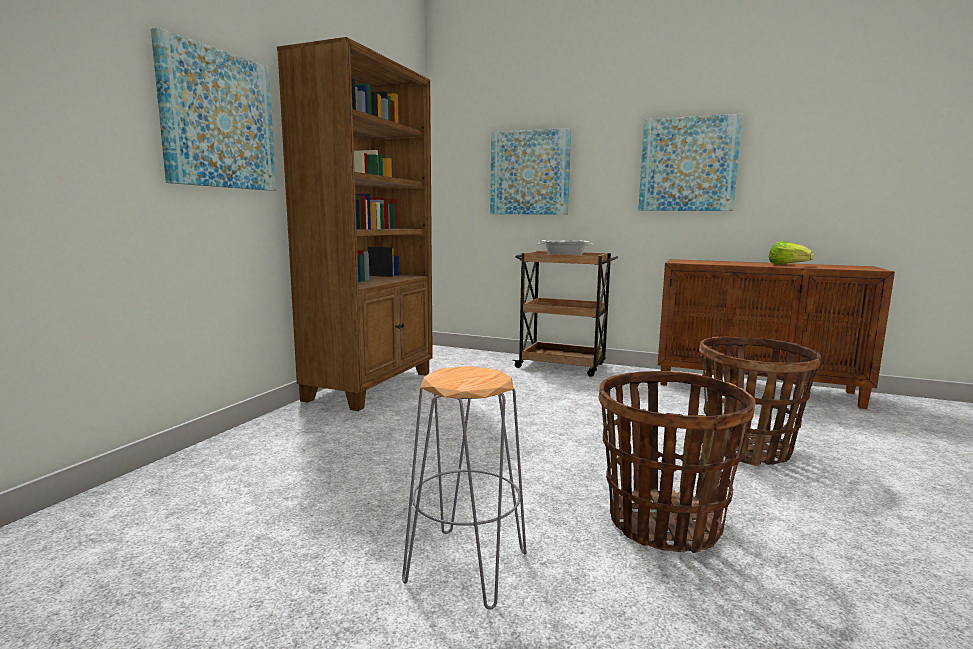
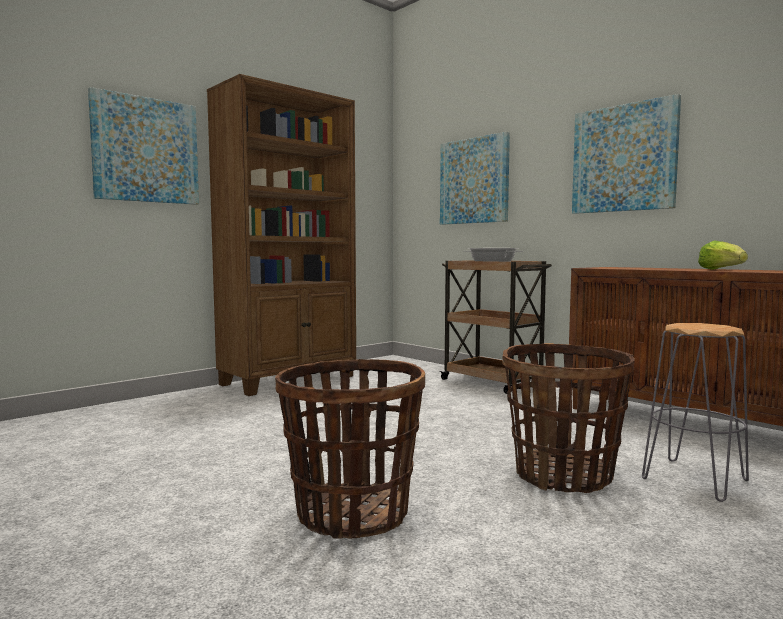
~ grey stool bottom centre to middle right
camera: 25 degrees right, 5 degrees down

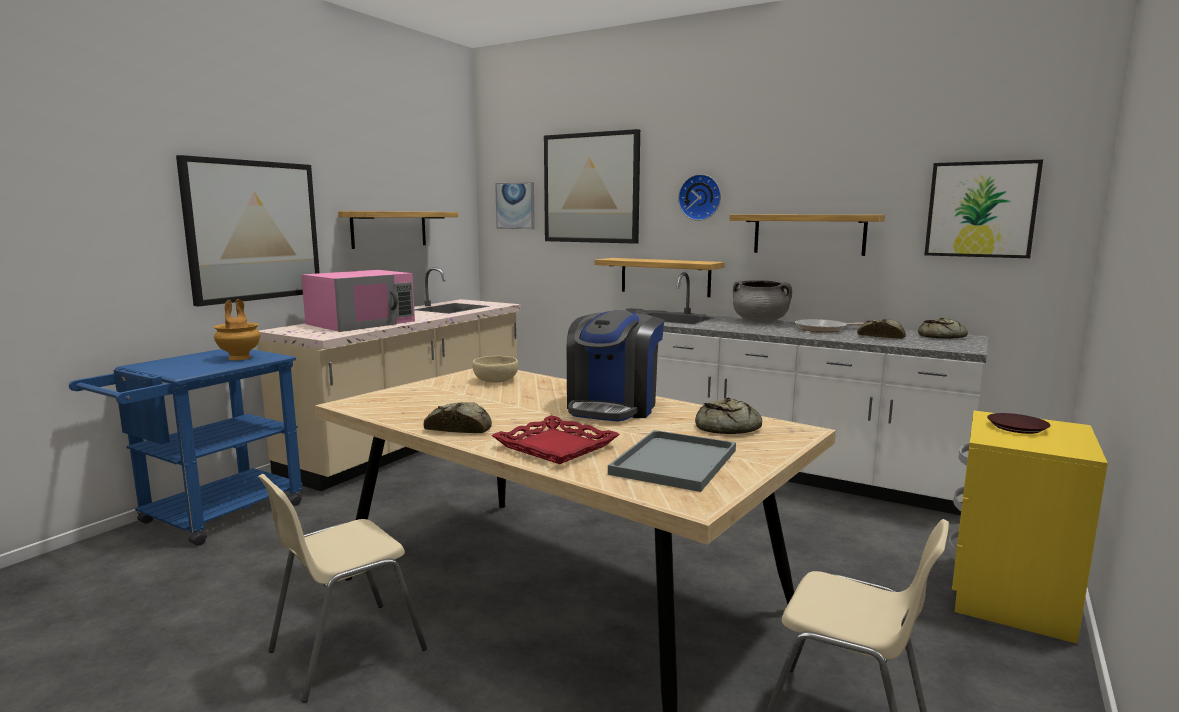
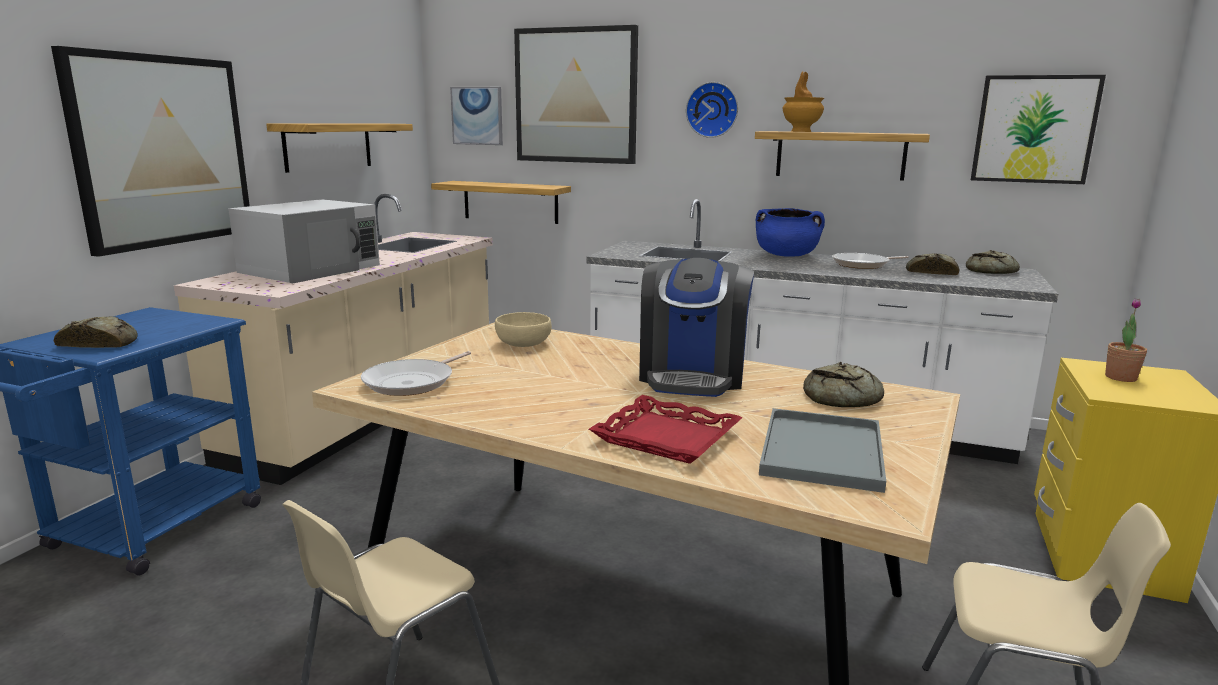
~ bread (no. 1 from left) centre to middle left
~ pink microwave middle left to white microwave middle left
+ frying pan (no. 1 from left) centre
~ shelf (no. 2 from left) centre to top centre
~ grey cooking pot centre to blue cooking pot centre
~ brown vase middle left to top centre
~ brown plate middle right to potted plant middle right
camera: 10 degrees left, 5 degrees up

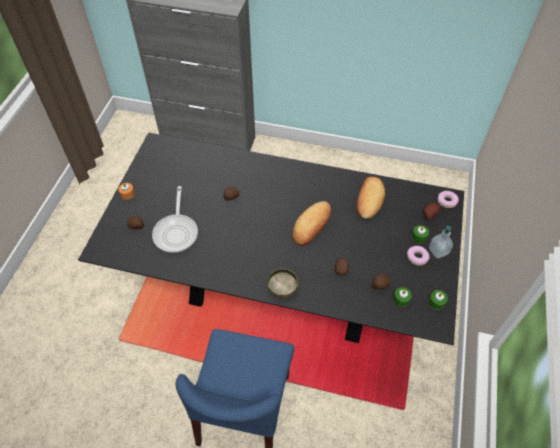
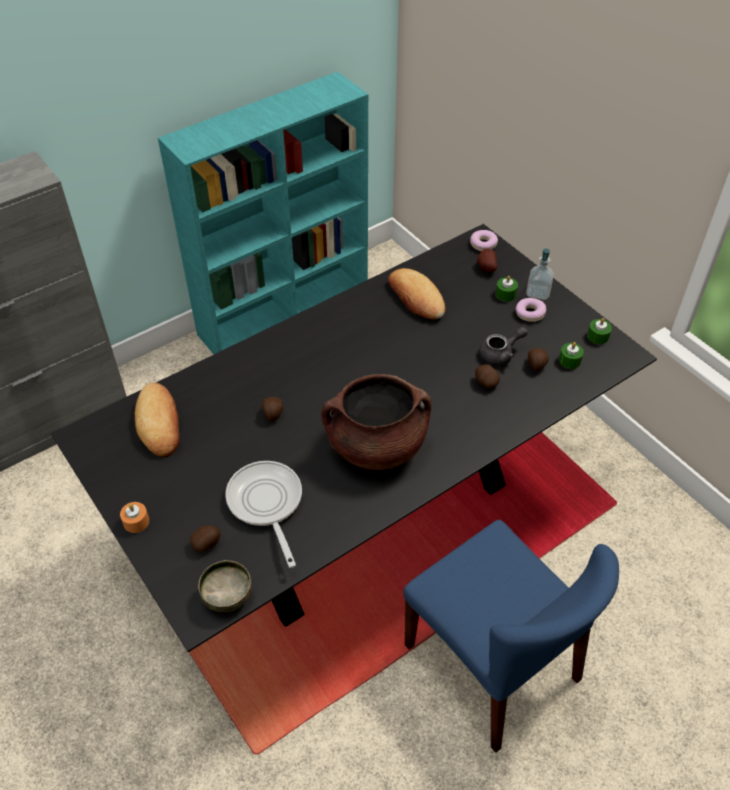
~ bread (no. 1 from left) centre to middle left
+ turquoise bookcase top centre
~ bowl centre to bottom left
~ frying pan middle left = centre 150 degrees counterclockwise
+ brown cooking pot centre
+ grey teapot middle right
camera: 50 degrees left, 5 degrees down

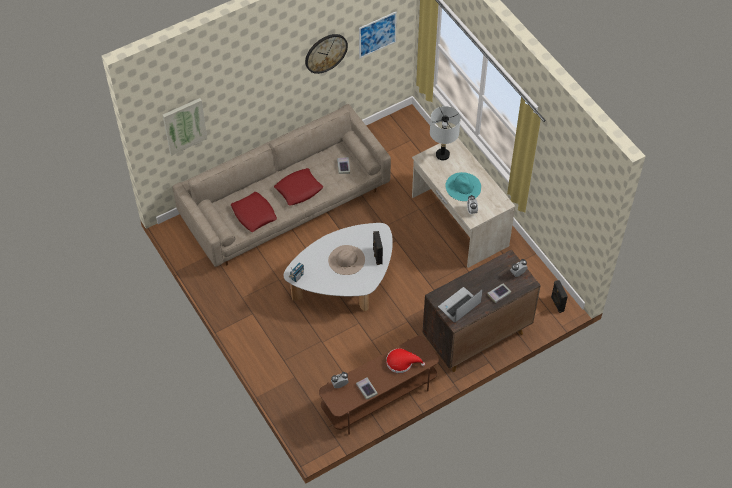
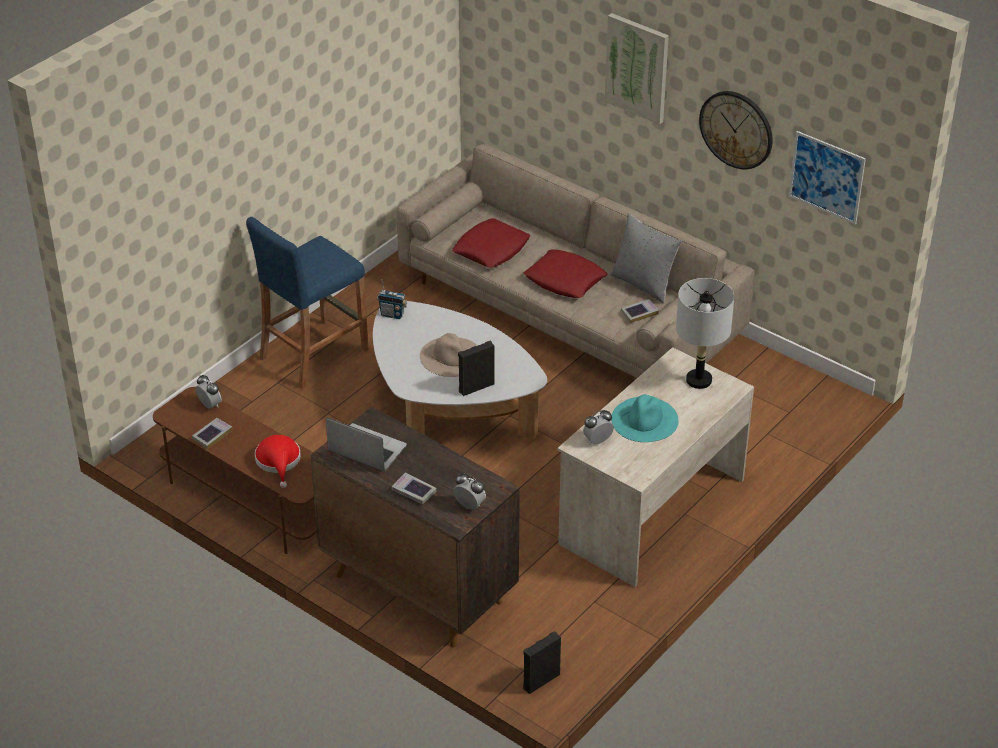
+ blue stool middle left
~ picture (no. 1 from left) top left to top centre
+ grey pillow centre
camera: 70 degrees right, 15 degrees down

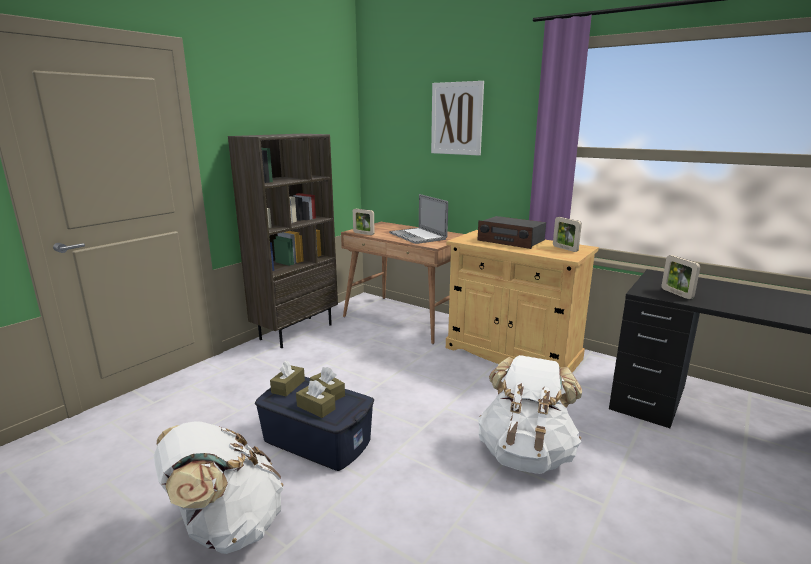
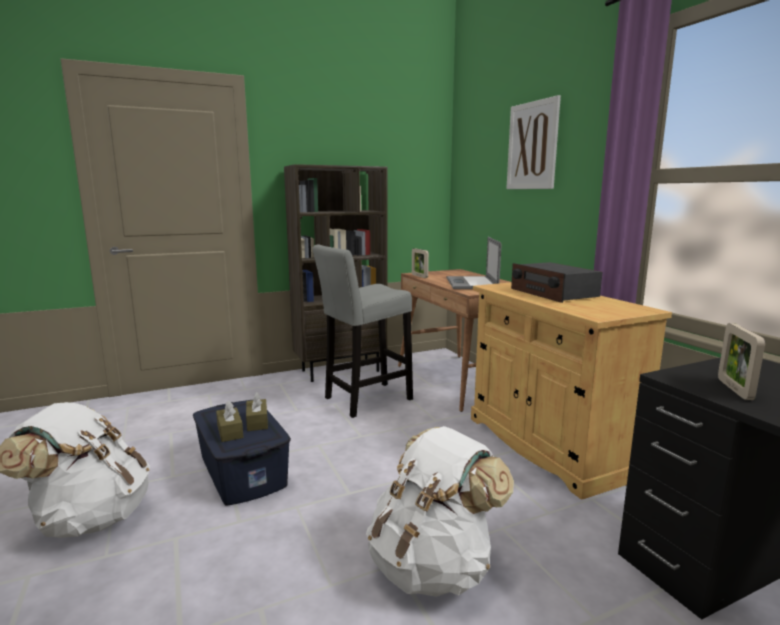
+ grey stool centre
- brown tissue box (no. 1 from left) bottom centre
- picture frame (no. 2 from left) middle right
camera: 30 degrees right, 5 degrees down

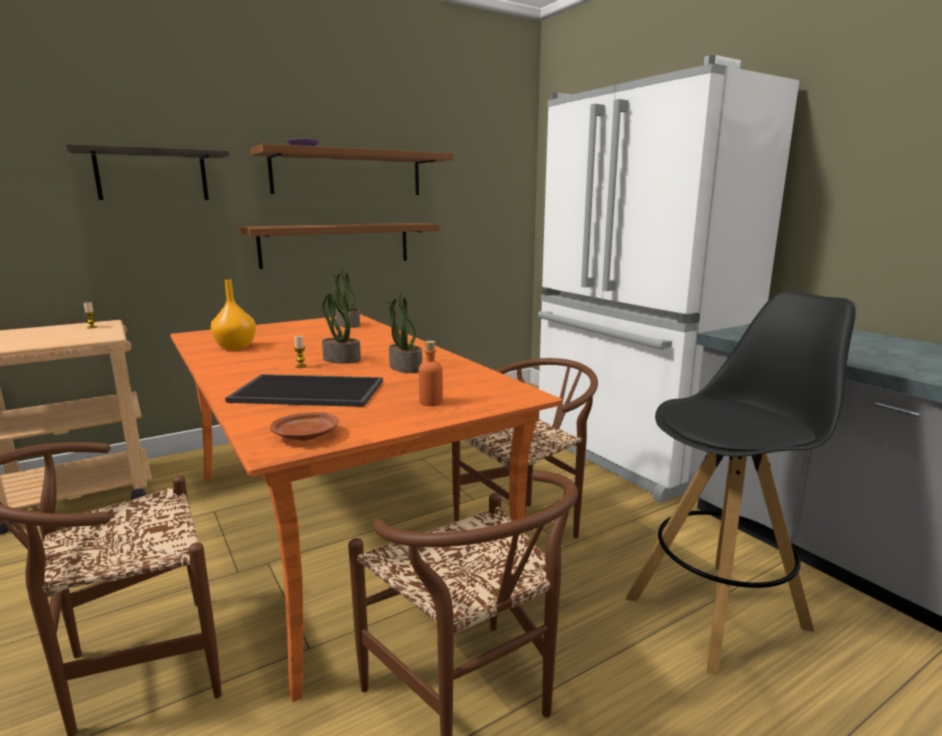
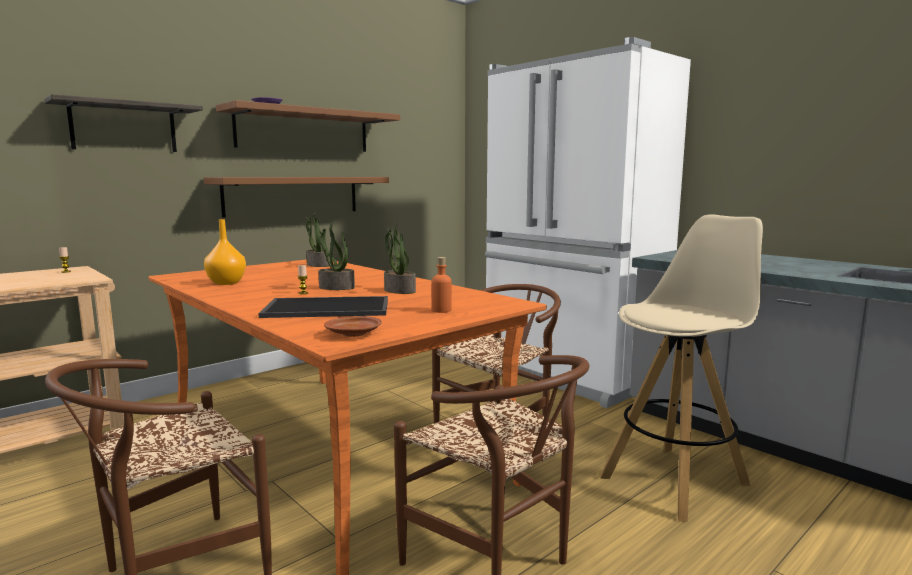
~ black stool middle right to beige stool middle right
camera: 10 degrees left, 5 degrees down

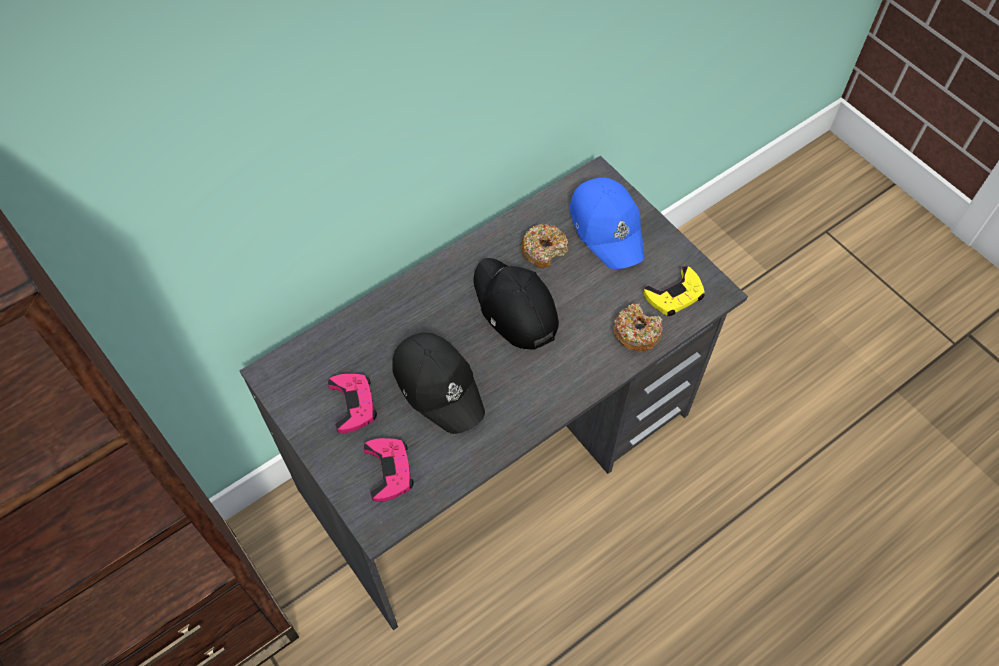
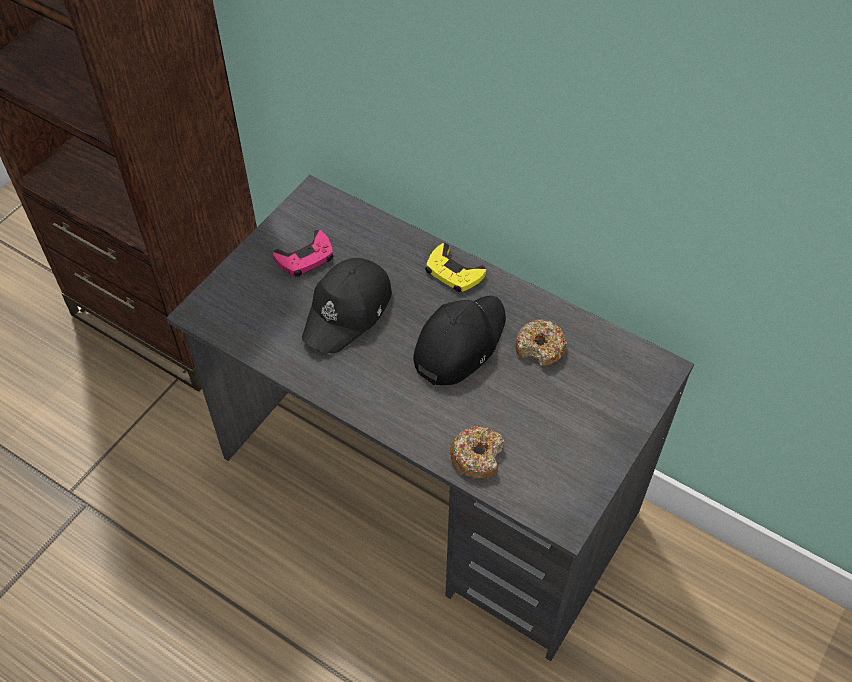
~ yellow game controller middle right to centre
- pink game controller (no. 2 from left) bottom centre
- blue cap centre
camera: 70 degrees right, 5 degrees down

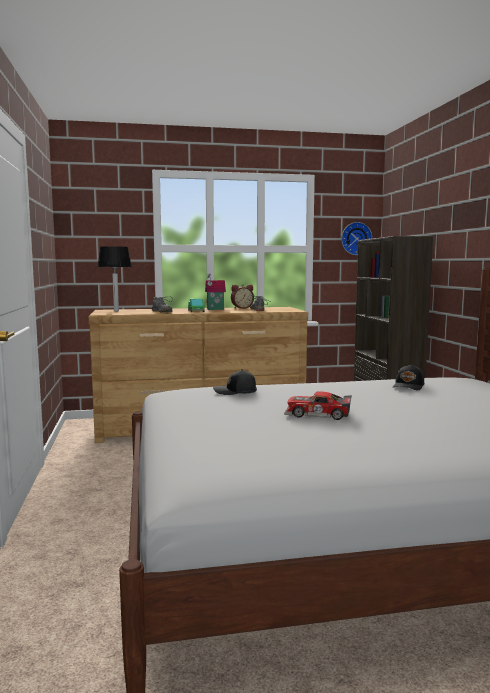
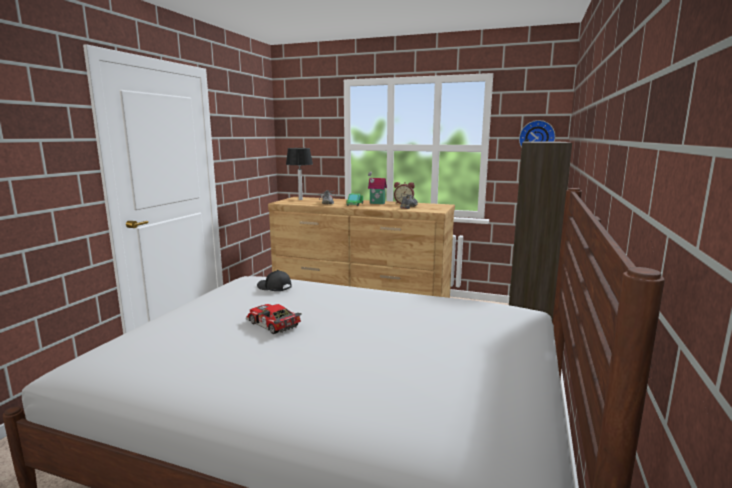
- black cap (no. 2 from left) middle right
camera: 30 degrees right, 5 degrees up

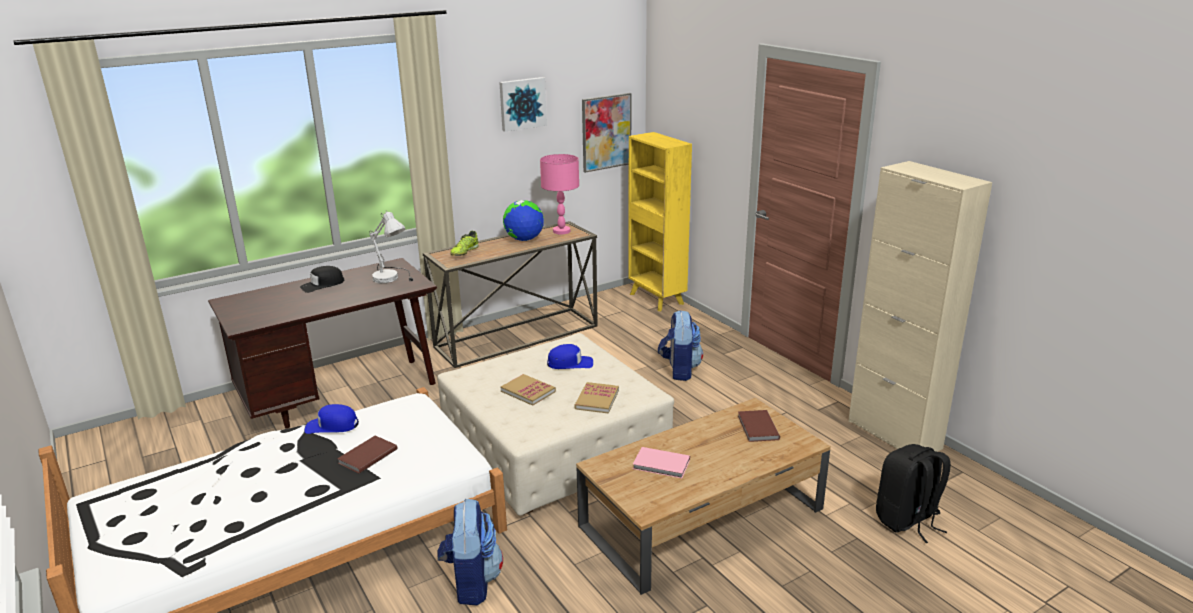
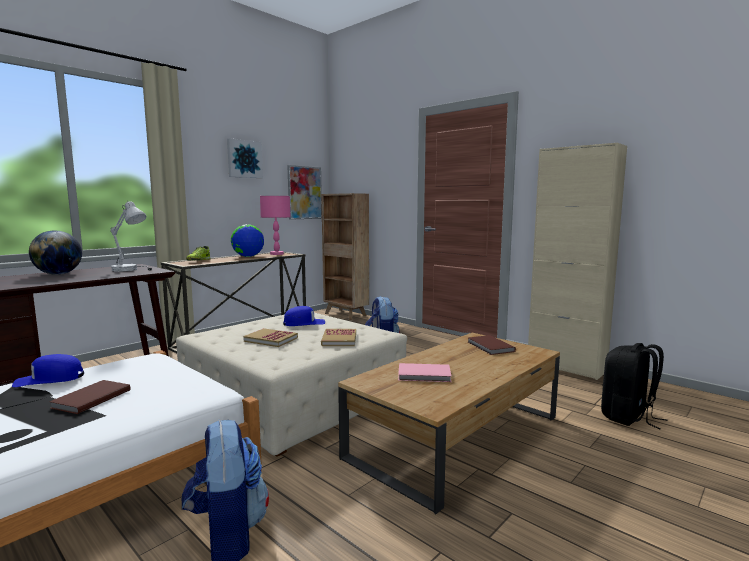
~ black cap middle left to globe (no. 1 from left) middle left
~ yellow bookcase centre to brown bookcase centre
camera: 15 degrees left, 15 degrees down

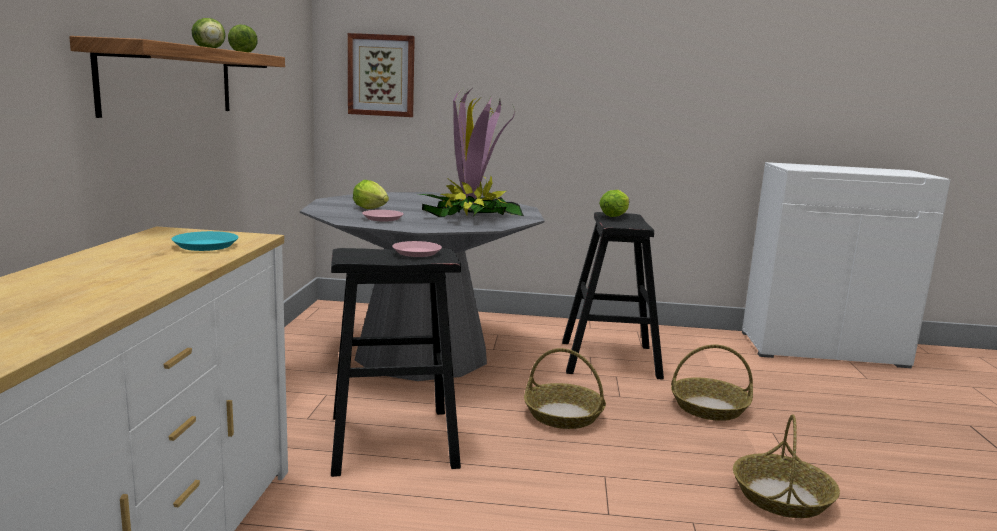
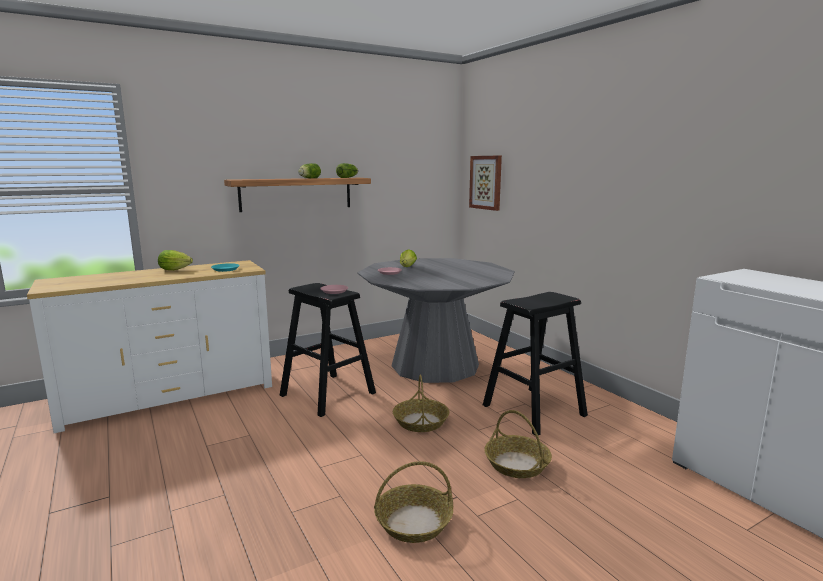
~ lettuce (no. 4 from left in the first image) centre to lettuce (no. 1 from left) middle left
- potted plant top centre
camera: 55 degrees right, 0 degrees up

